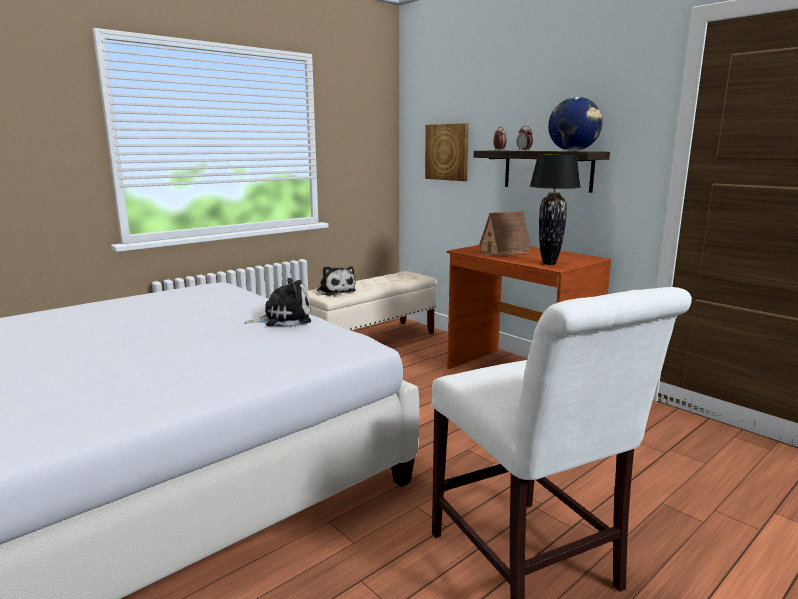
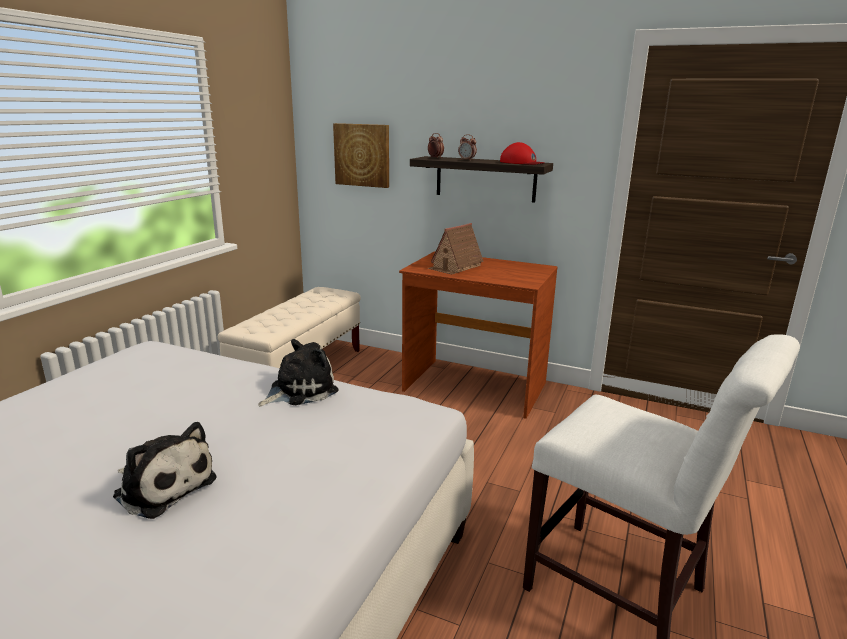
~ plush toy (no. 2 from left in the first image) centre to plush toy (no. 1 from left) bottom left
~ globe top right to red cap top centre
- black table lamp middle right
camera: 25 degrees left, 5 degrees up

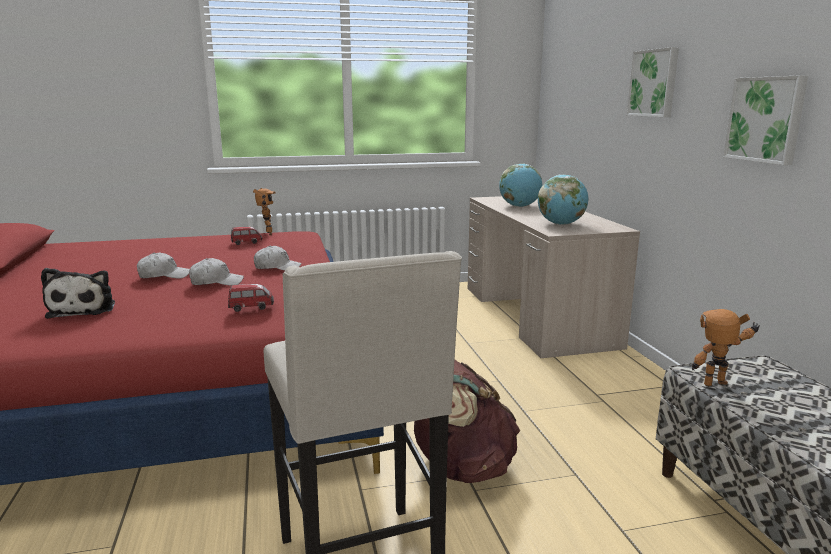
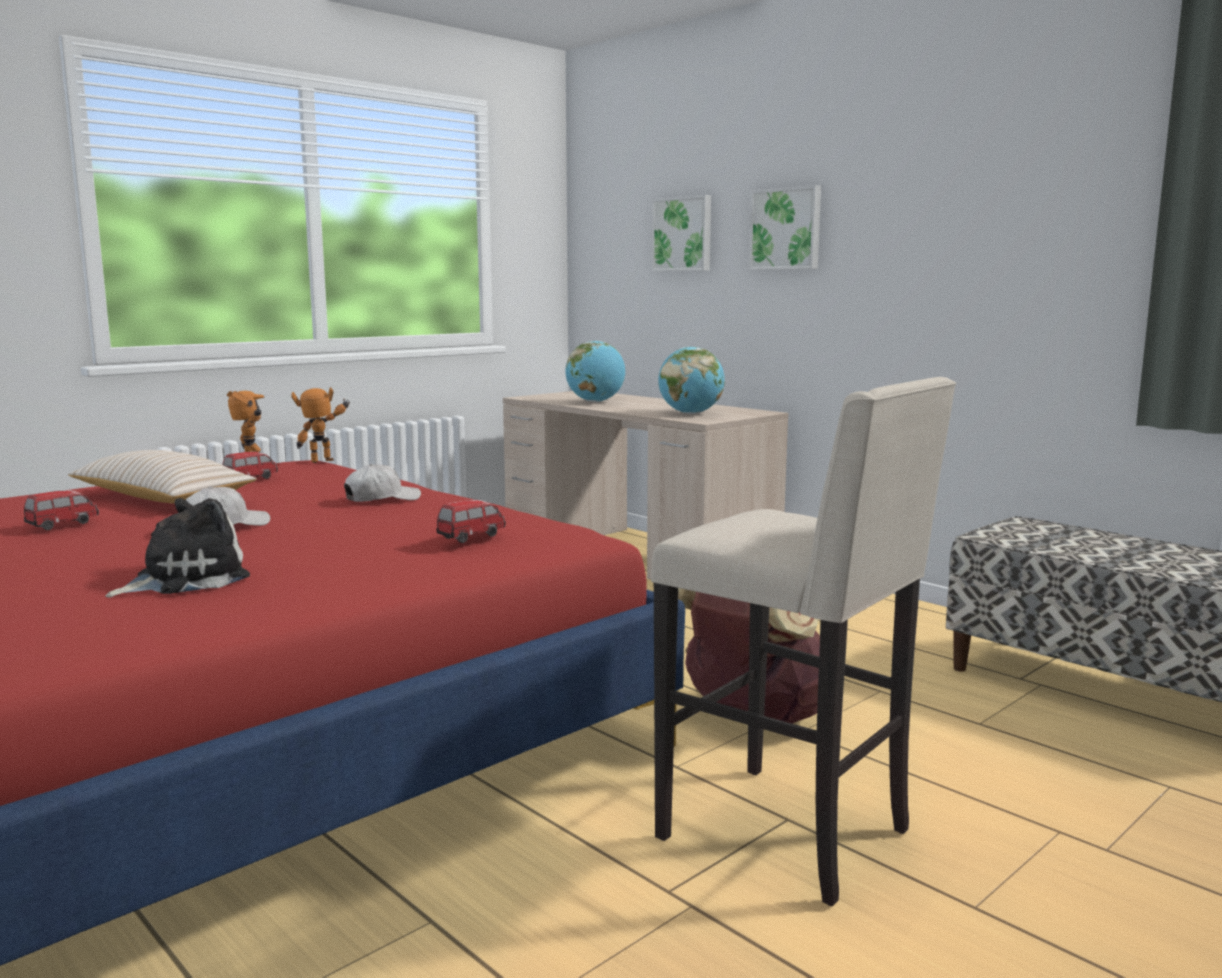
+ toy car (no. 1 from left) middle left
+ beige pillow middle left
~ plush toy middle left = middle left 90 degrees counterclockwise
~ toy robot (no. 2 from left) middle right to middle left
~ picture (no. 2 from left in the first image) top right to picture (no. 1 from left) top centre
- white cap (no. 2 from left) middle left
camera: 30 degrees left, 5 degrees down

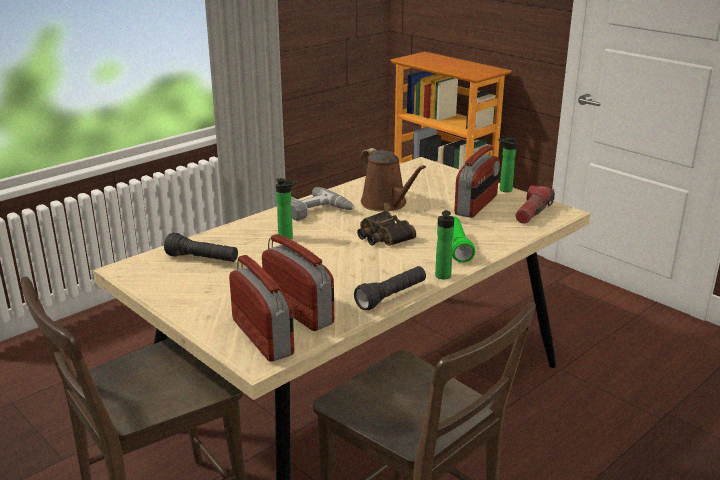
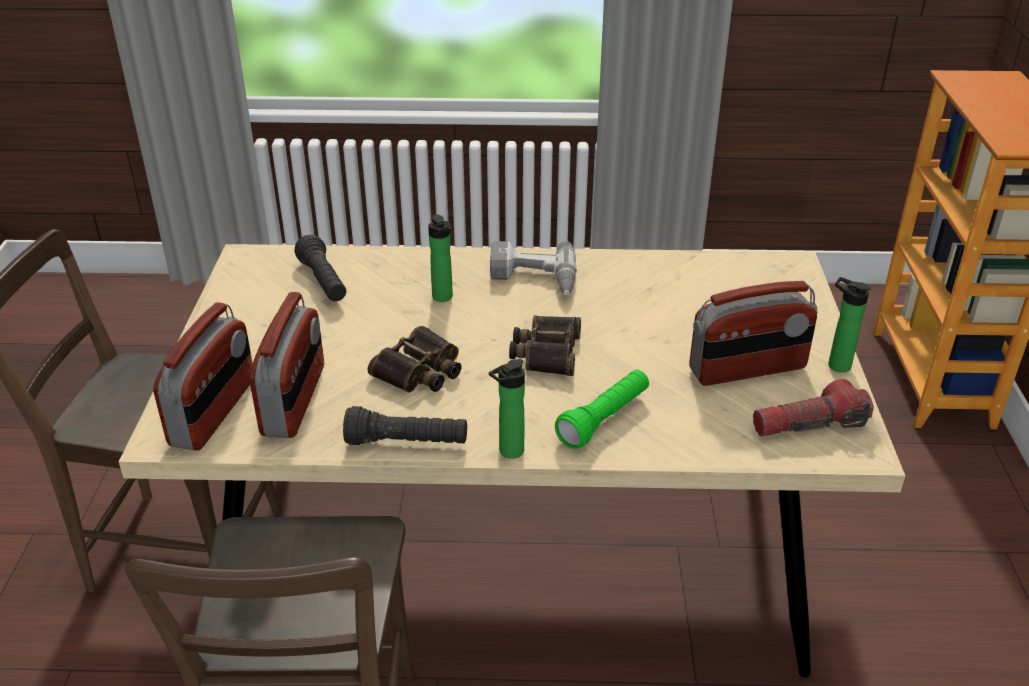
+ binoculars (no. 1 from left) centre
- brown watering can centre
camera: 45 degrees right, 10 degrees up

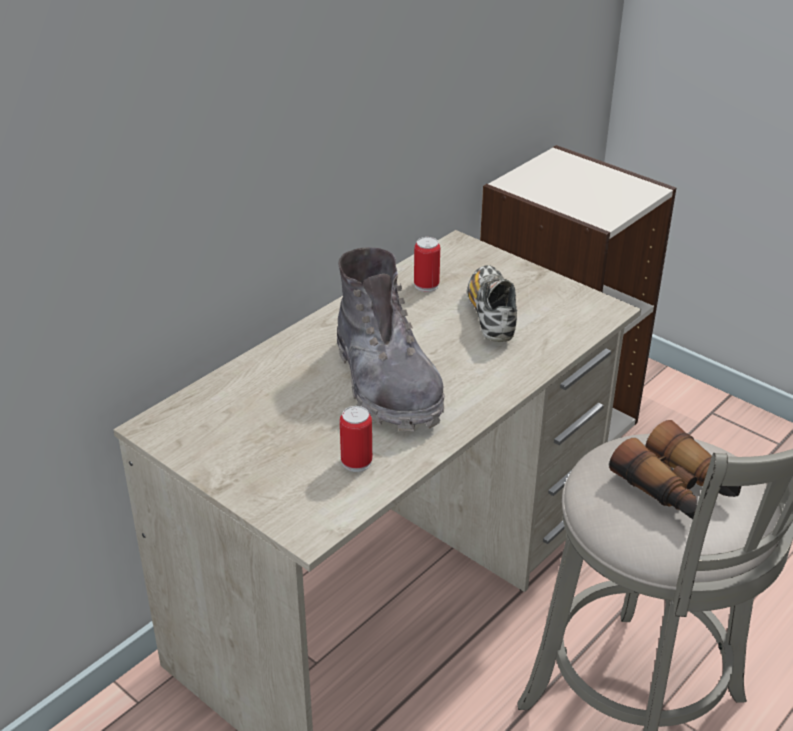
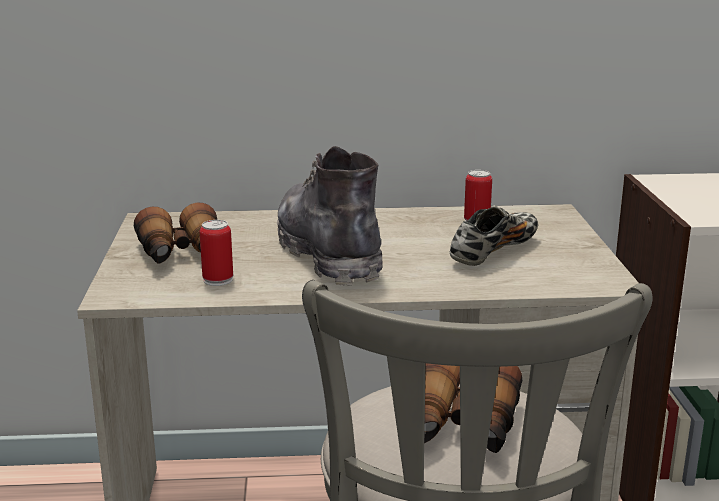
+ binoculars (no. 1 from left) middle left
~ grey boot centre = centre 135 degrees clockwise
camera: 45 degrees right, 15 degrees down

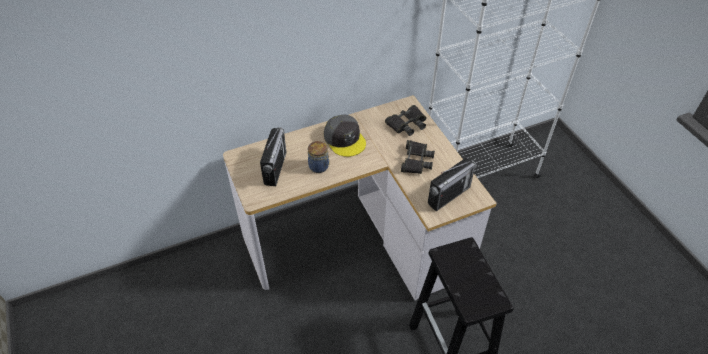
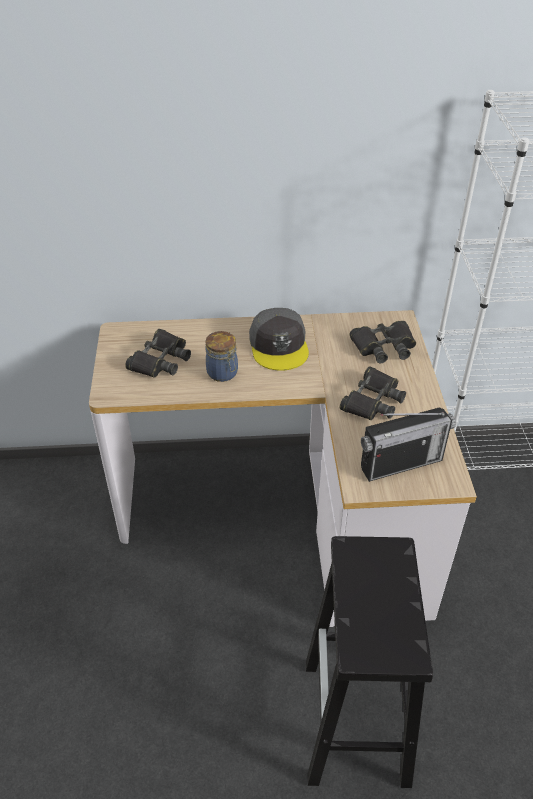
~ radio (no. 1 from left) centre to black binoculars (no. 1 from left) middle left
camera: 20 degrees right, 5 degrees down

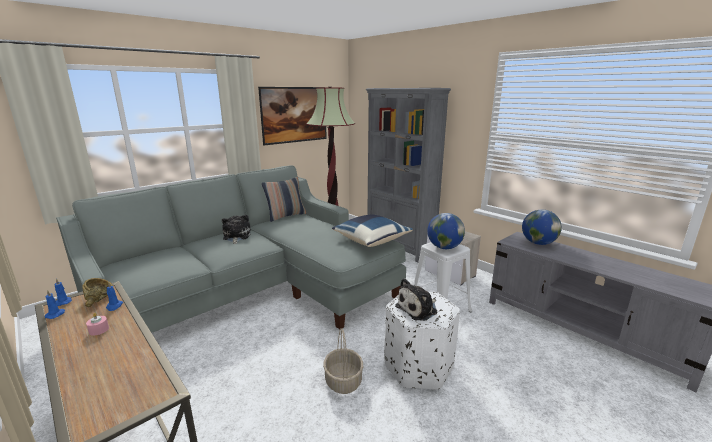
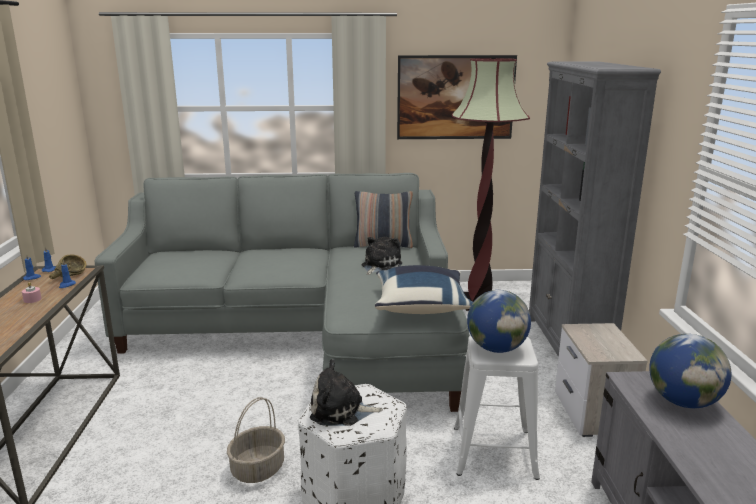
~ plush toy (no. 1 from left in the first image) middle left to plush toy (no. 2 from left) centre
camera: 40 degrees right, 0 degrees up

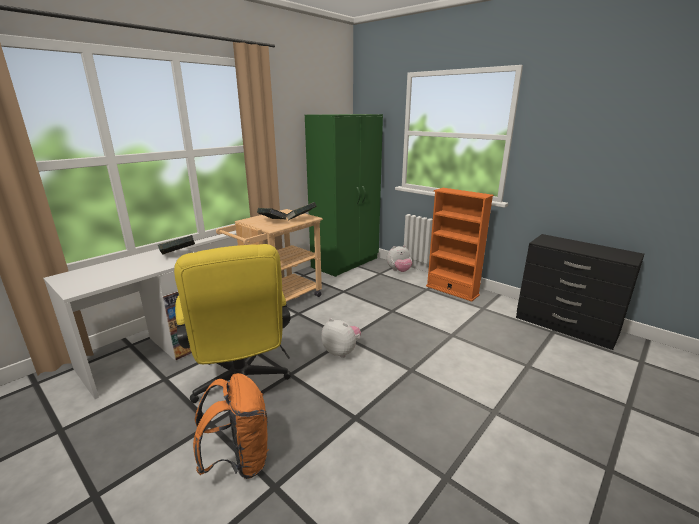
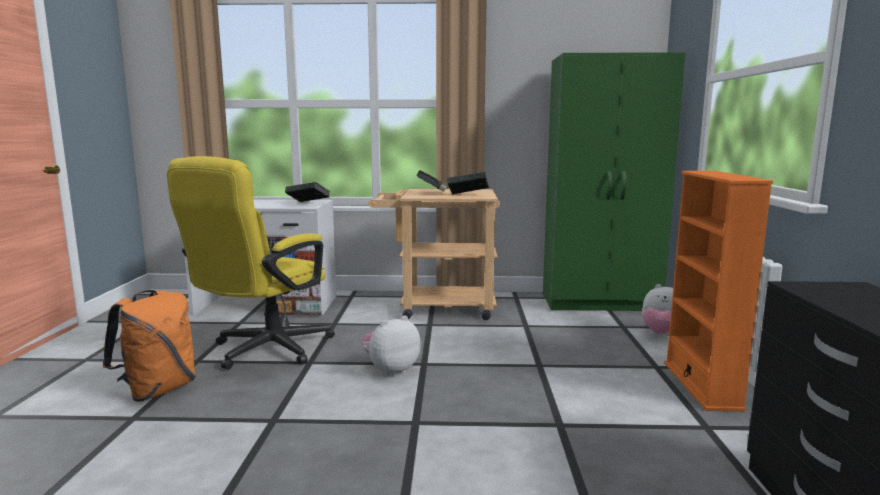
~ plush toy (no. 1 from left) centre = bottom centre 120 degrees counterclockwise
camera: 50 degrees right, 10 degrees down

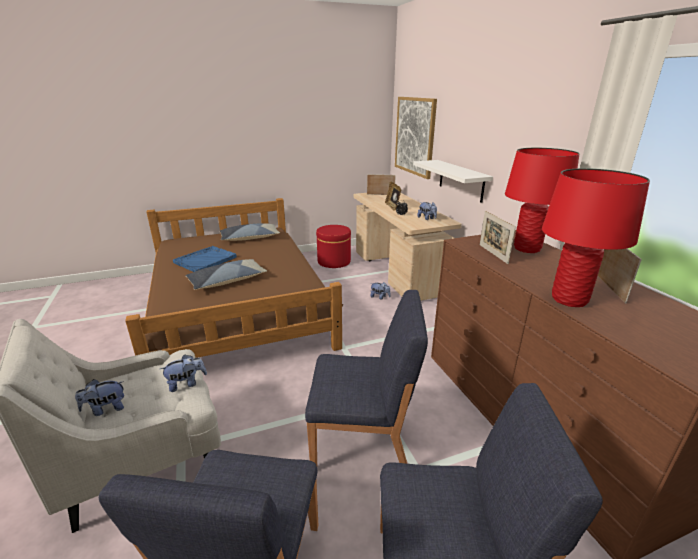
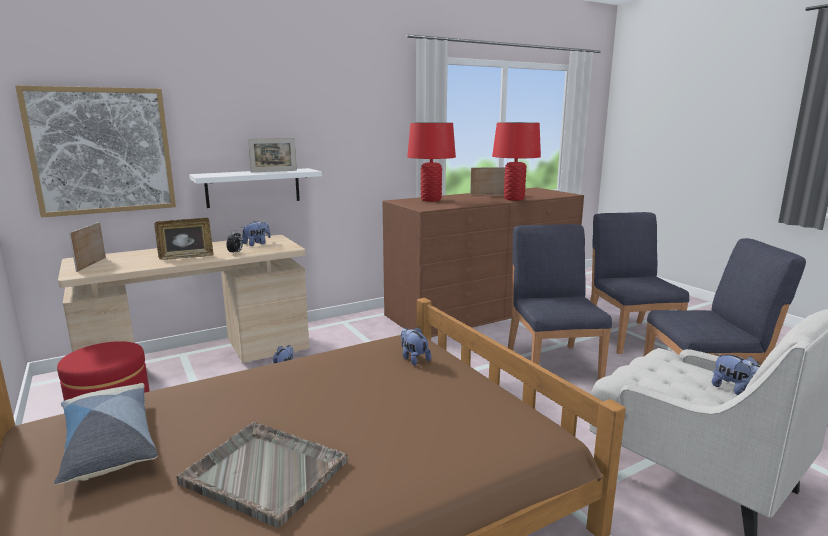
~ blue tray middle left to grey tray bottom left
~ picture frame (no. 3 from left) middle right to top left
~ plush toy (no. 2 from left in the first image) bottom left to plush toy (no. 3 from left) centre
- pillow (no. 1 from left) middle left
camera: 100 degrees left, 10 degrees down

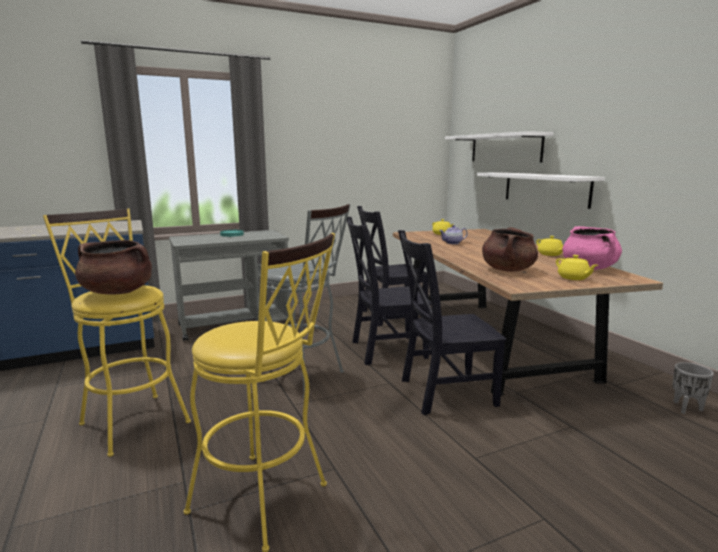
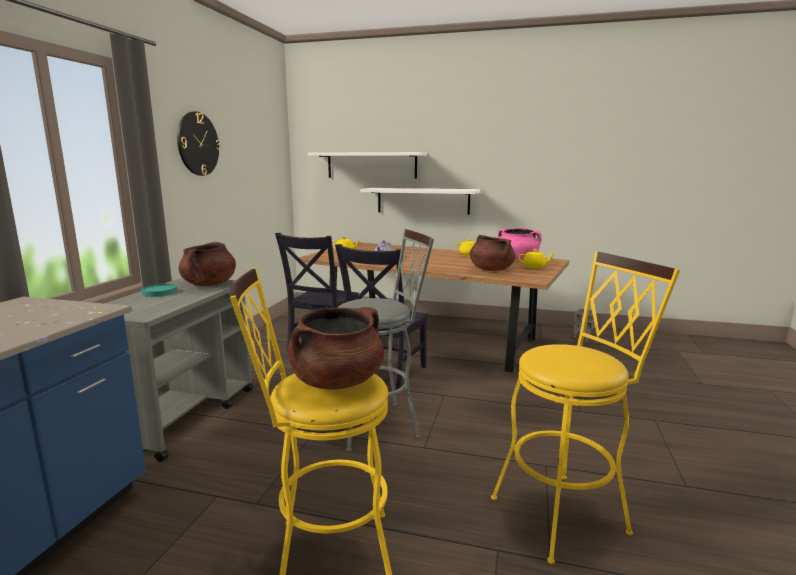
+ wall clock top left
+ brown cooking pot (no. 1 from left) middle left
- black chair (no. 3 from left) centre
camera: 50 degrees left, 0 degrees up

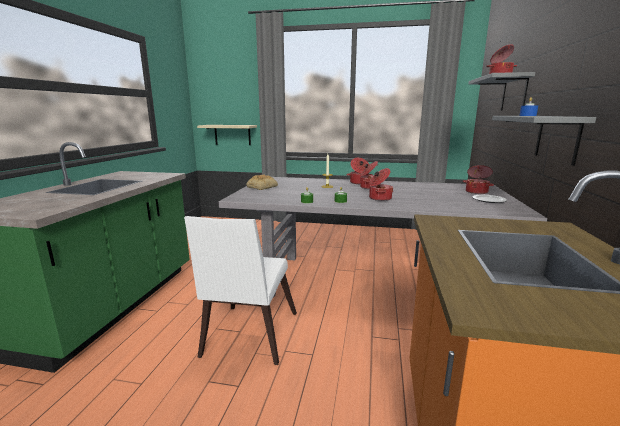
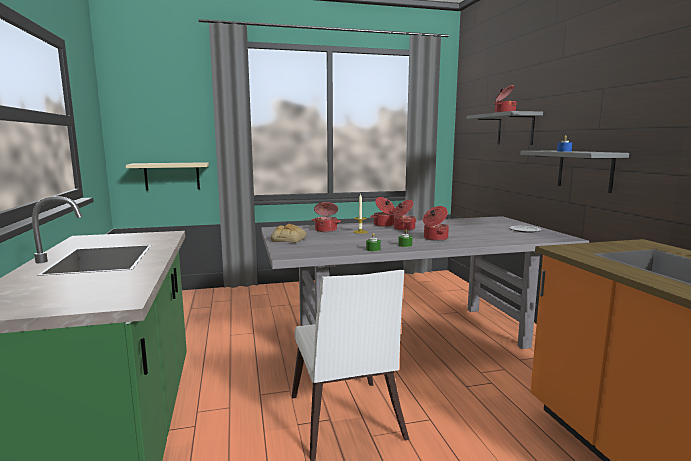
~ cooking pot (no. 4 from left in the first image) middle right to cooking pot (no. 1 from left) centre
camera: 25 degrees left, 5 degrees down

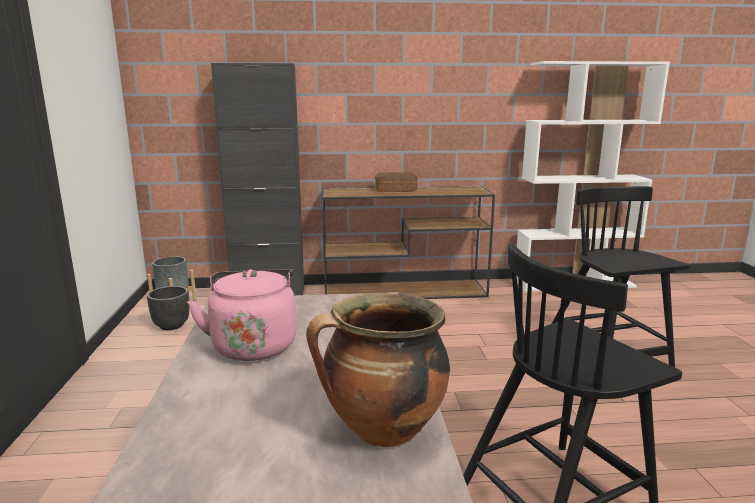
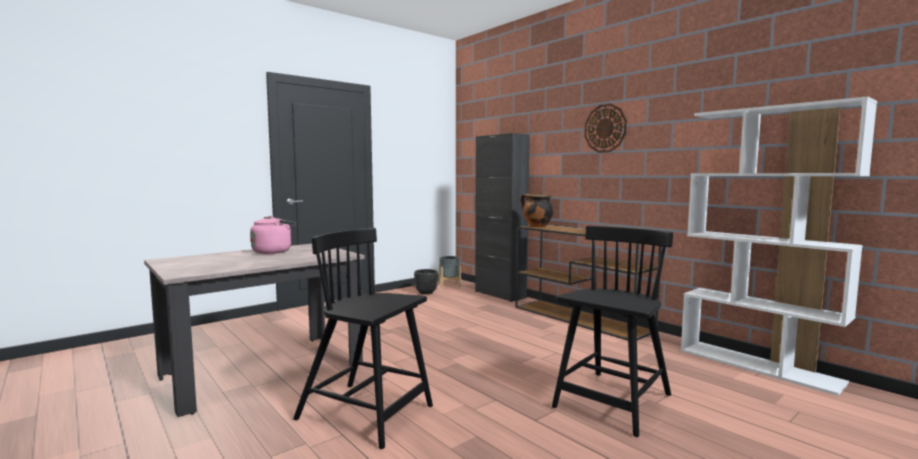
~ cooking pot bottom centre to centre
+ wall clock top centre
- bread centre
camera: 55 degrees right, 10 degrees down

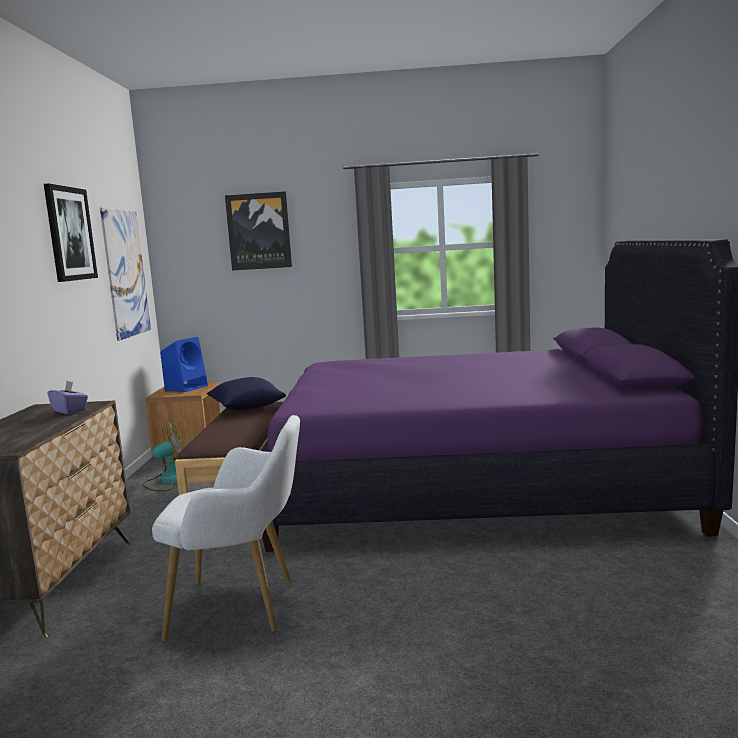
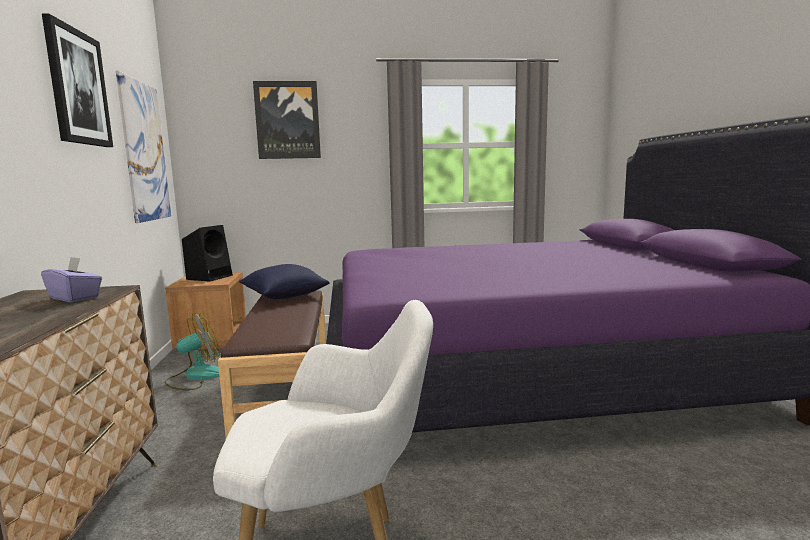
~ blue speaker middle left to black speaker middle left
camera: 10 degrees left, 0 degrees up

